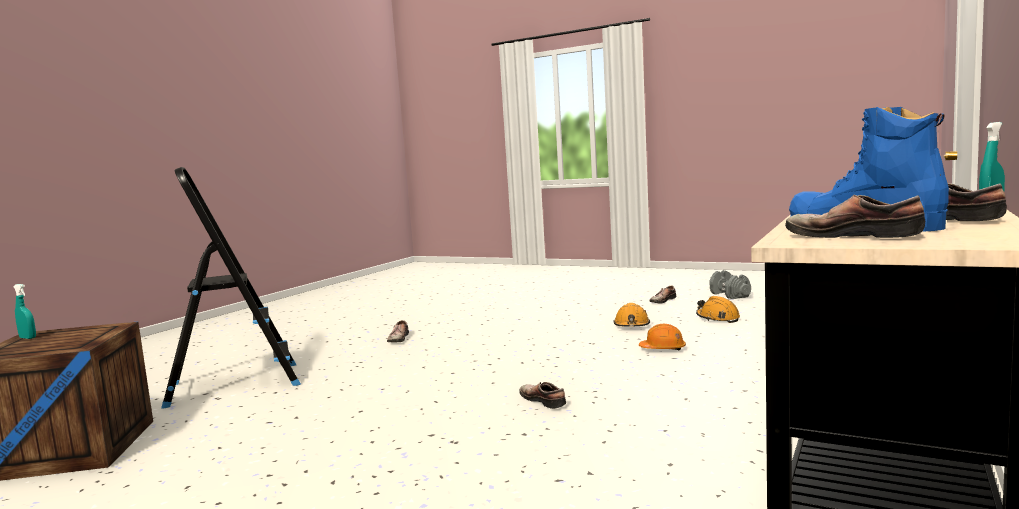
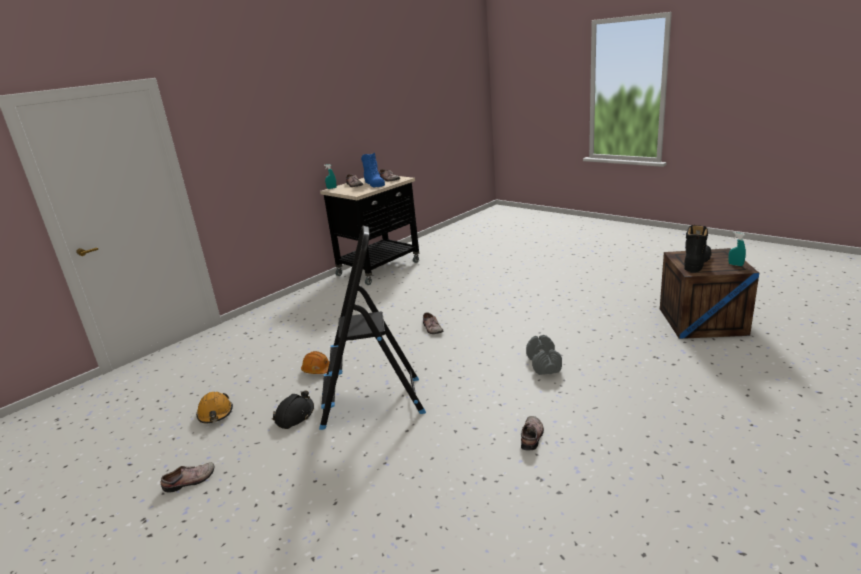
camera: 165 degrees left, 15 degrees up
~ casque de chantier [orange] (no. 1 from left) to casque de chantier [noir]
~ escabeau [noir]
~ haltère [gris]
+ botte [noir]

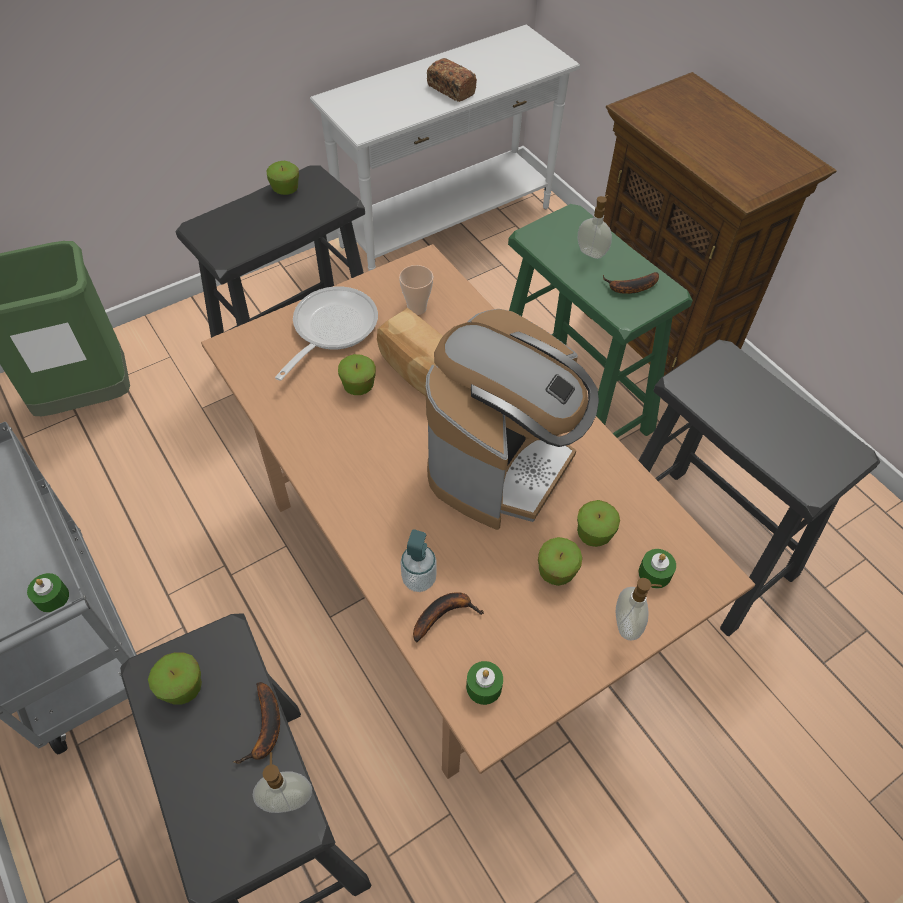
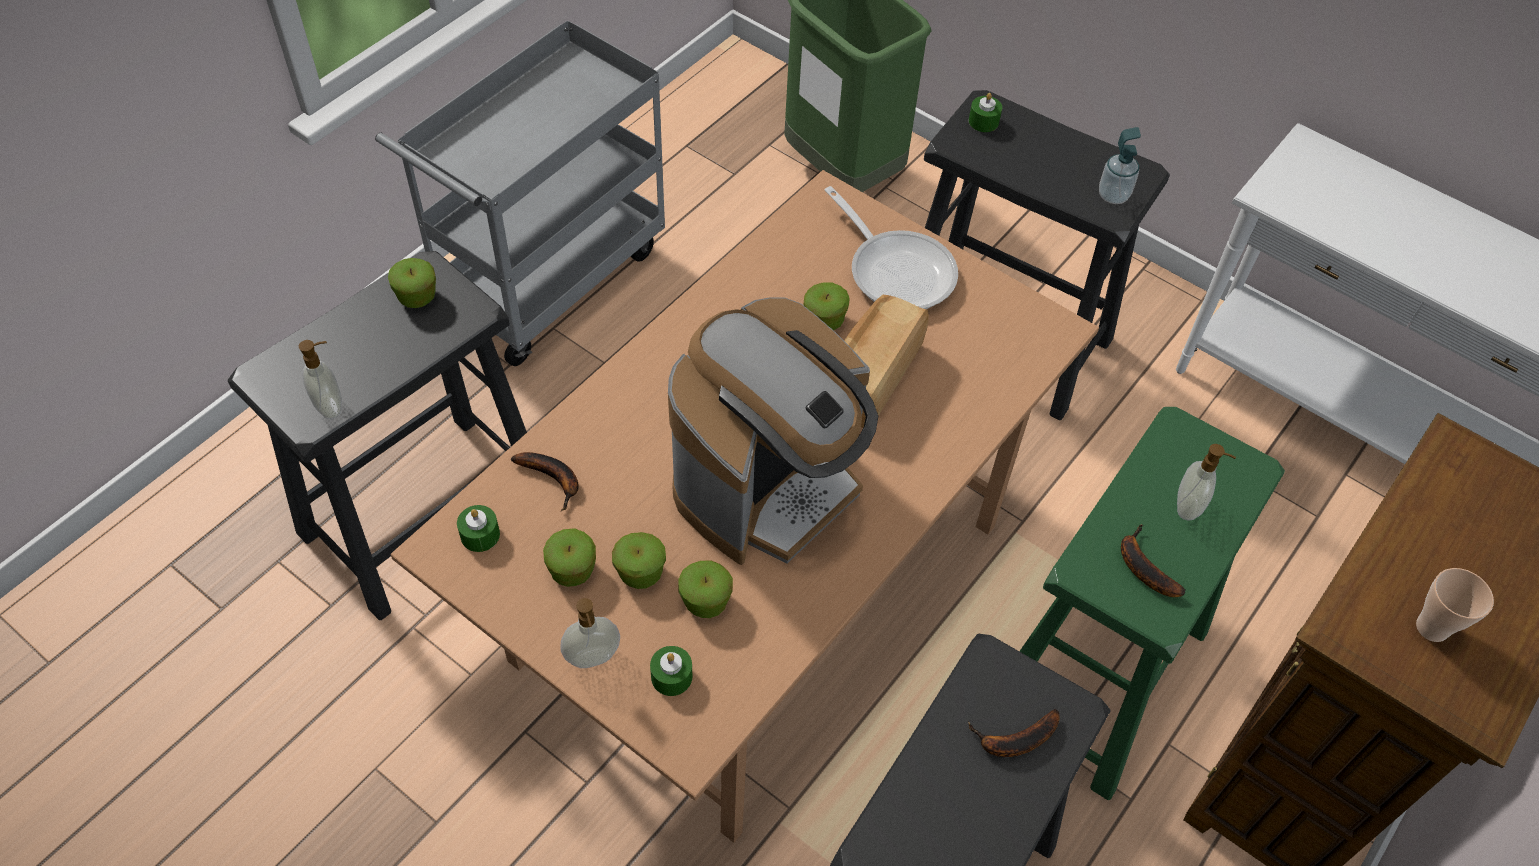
camera: 70 degrees right, 0 degrees up
~ pomme (no. 2 from left)
~ machine à café 60 degrees counterclockwise
~ poêle 45 degrees clockwise
~ banane (no. 1 from left in the first image) to banane (no. 2 from left)
~ bougie [vert] (no. 1 from left in the first image) to bougie [vert] (no. 3 from left)
~ distributeur de savon (no. 2 from left in the first image) to distributeur de savon (no. 3 from left)
~ tasse
- pain (no. 2 from left)

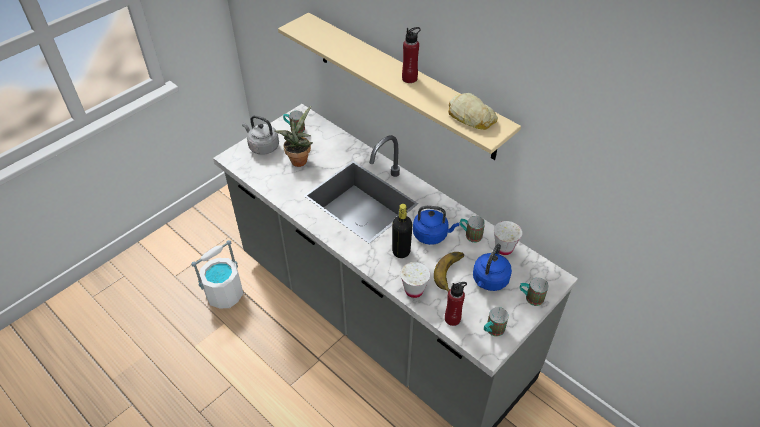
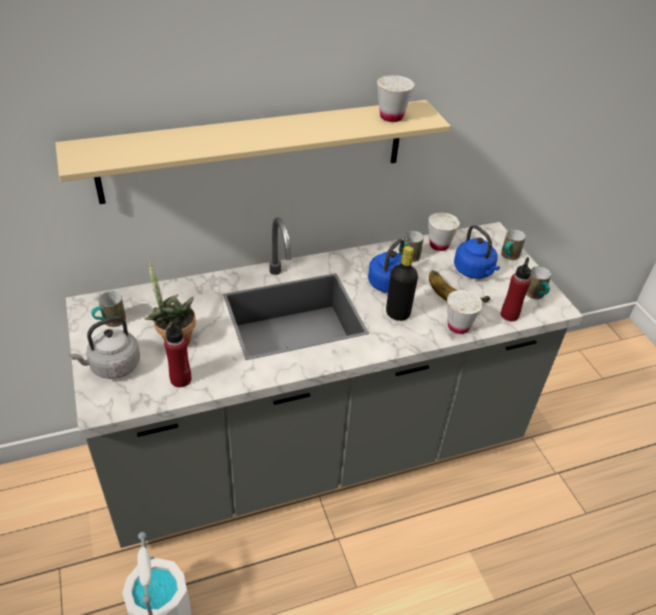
camera: 65 degrees left, 5 degrees down
~ bouteille [rouge] (no. 1 from left)
~ pain to tasse [blanc] (no. 1 from left)

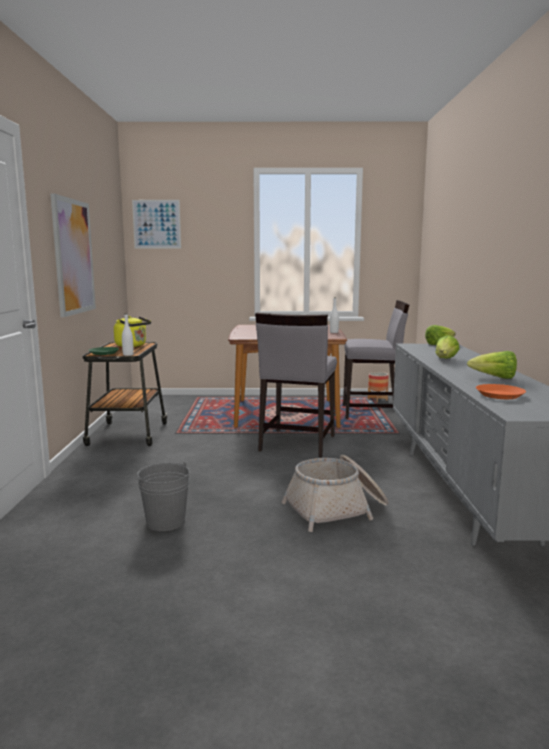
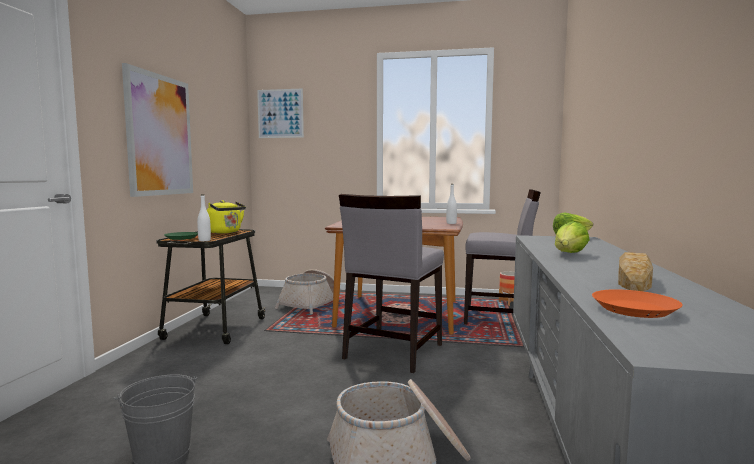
camera: 10 degrees right, 5 degrees down
+ panier (no. 1 from left)
~ laitue (no. 3 from left) to pain

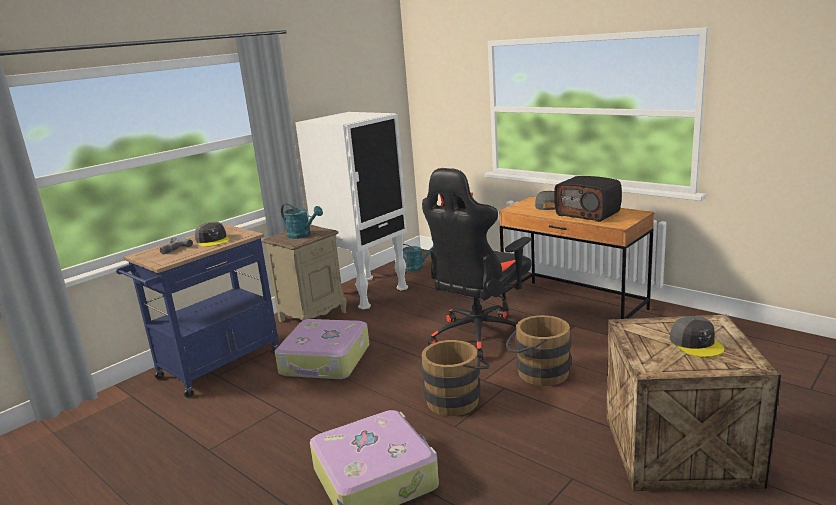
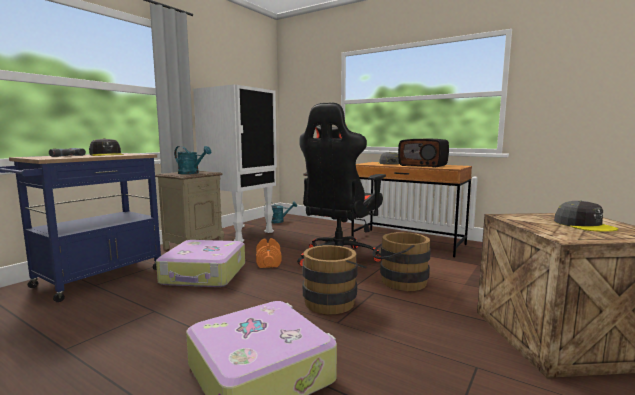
camera: 10 degrees left, 10 degrees down
+ haltère [orange]

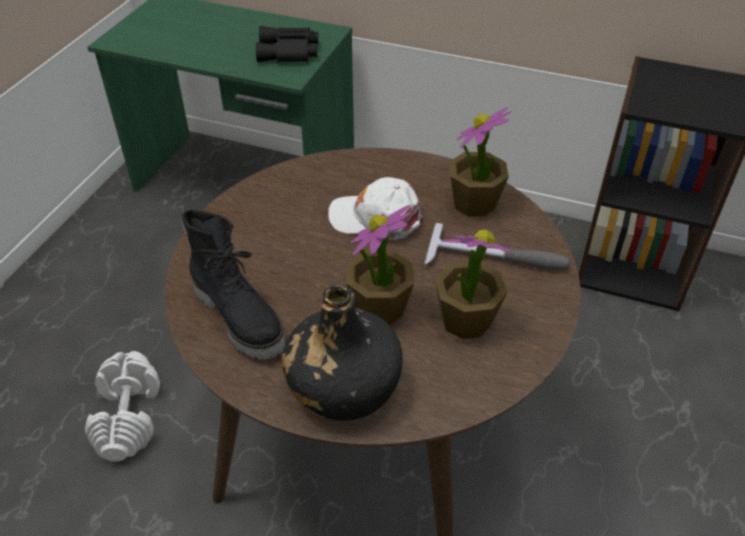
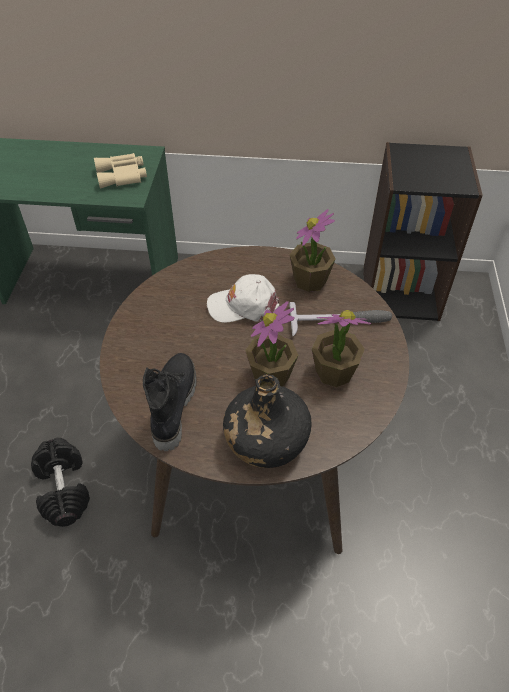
camera: 15 degrees left, 5 degrees up
~ haltère [blanc] to haltère [noir]
~ jumelles [noir] to jumelles [beige]
~ botte [noir] 120 degrees counterclockwise

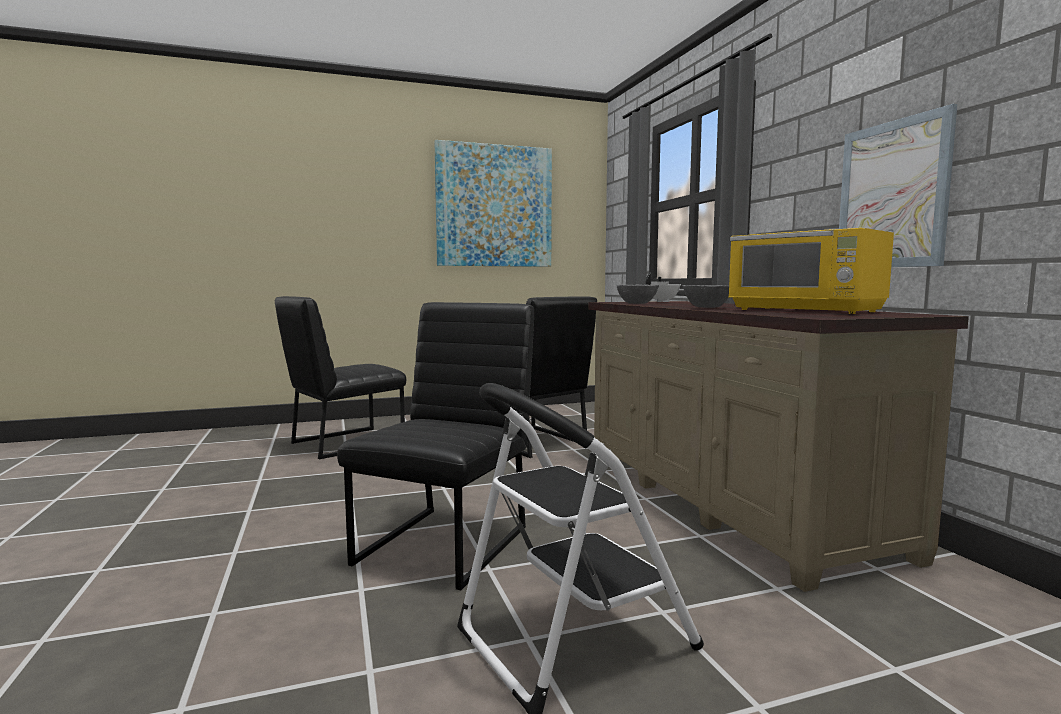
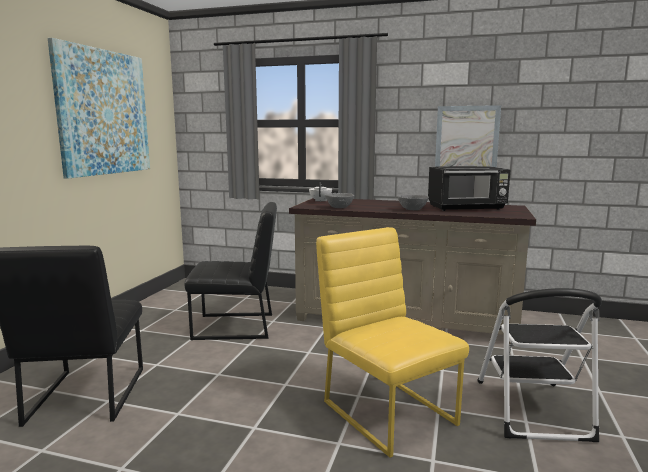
camera: 55 degrees left, 5 degrees up
~ chaise [noir] (no. 2 from left) to chaise [jaune]
~ micro-ondes [jaune] to micro-ondes [noir]

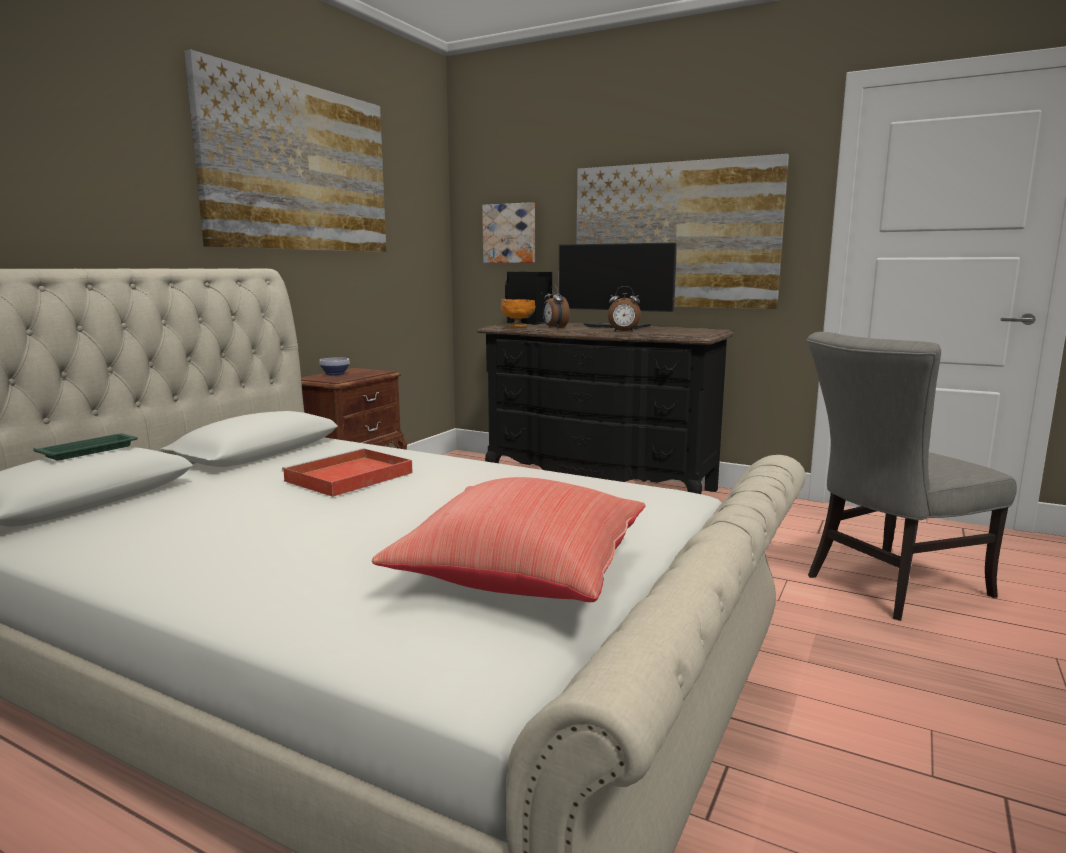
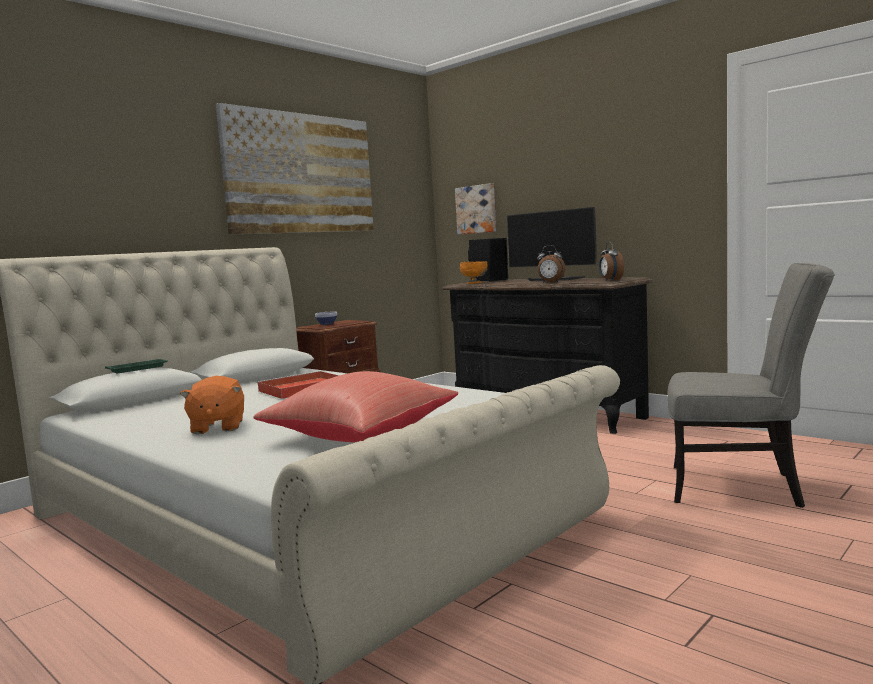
camera: 15 degrees right, 5 degrees down
+ peluche [orange]
~ réveil (no. 1 from left in the first image) to réveil (no. 2 from left)
~ chaise [gris] 150 degrees counterclockwise
- tableau (no. 3 from left)

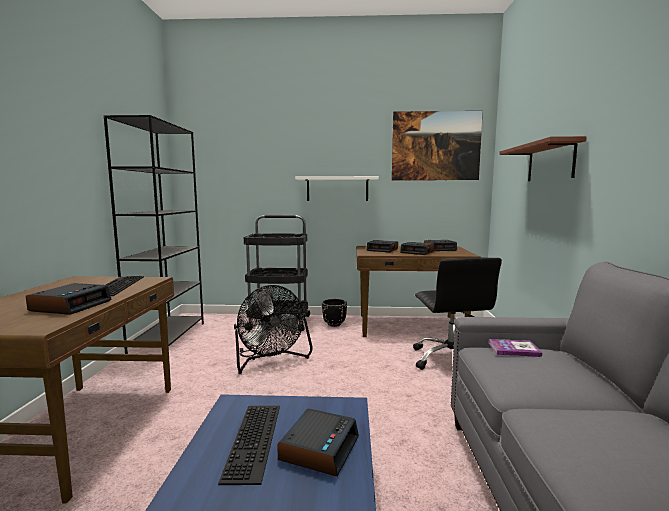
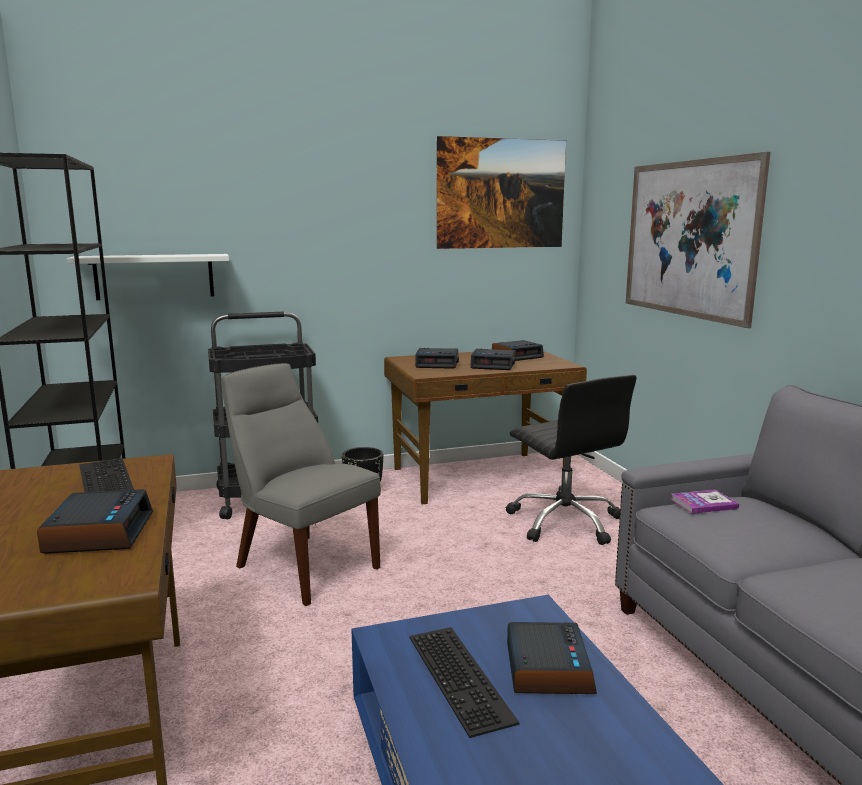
camera: 20 degrees left, 5 degrees up
~ étagère [blanc]
~ ventilateur [noir] to chaise [gris]
~ étagère [marron] to tableau (no. 2 from left)

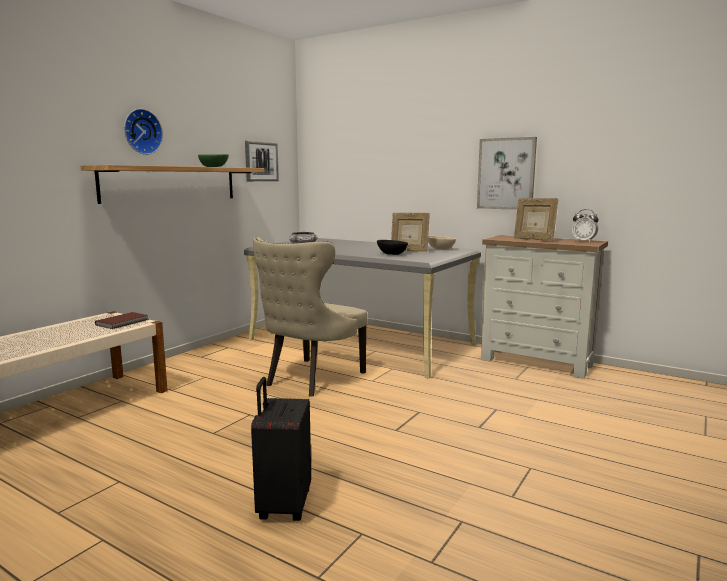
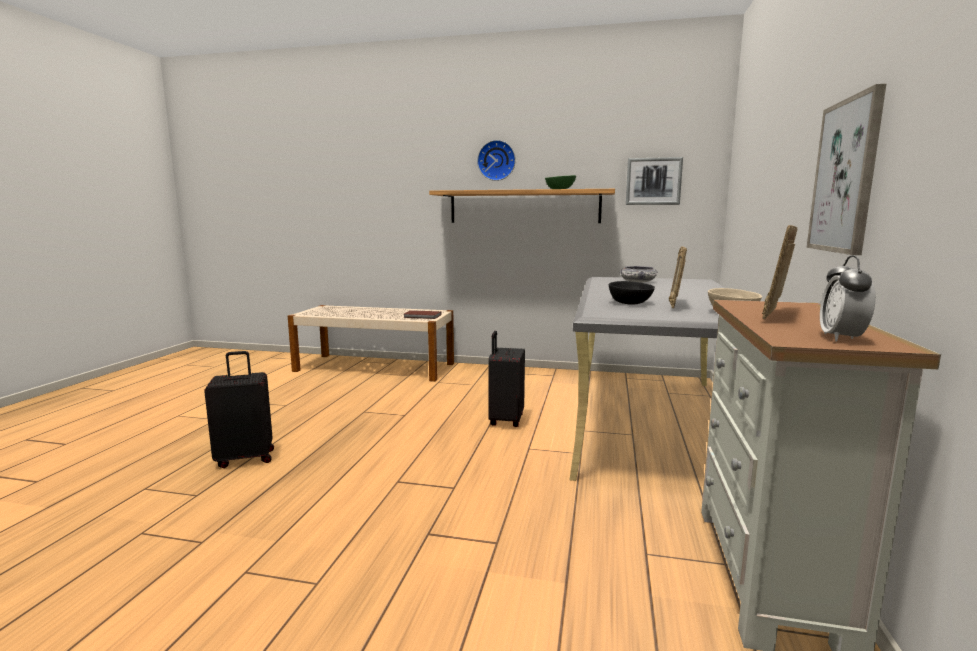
camera: 70 degrees right, 0 degrees up
~ chaise [beige] to valise [noir] (no. 2 from left)

